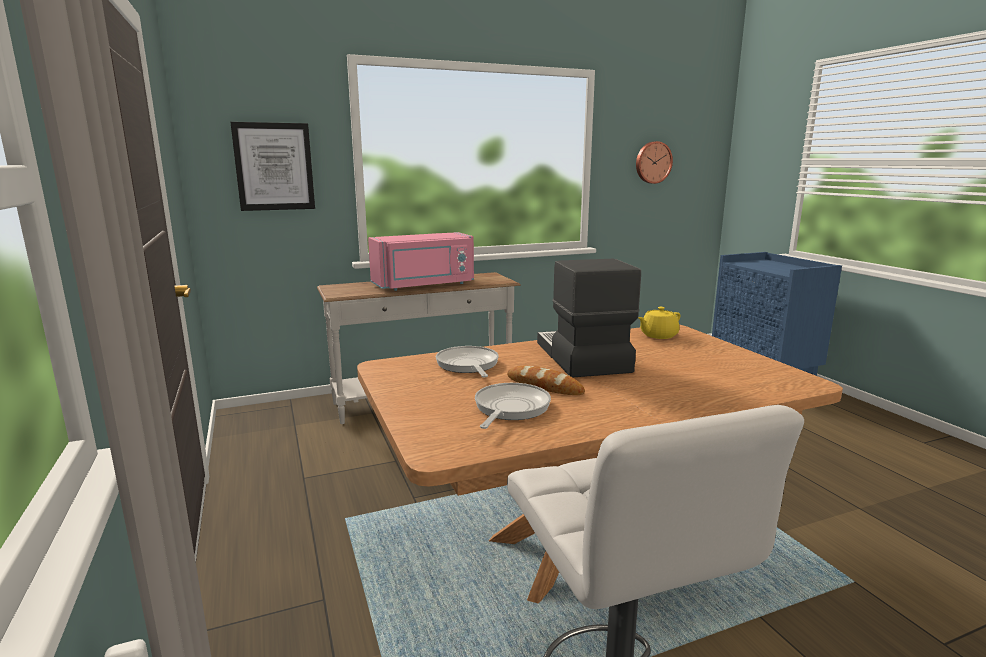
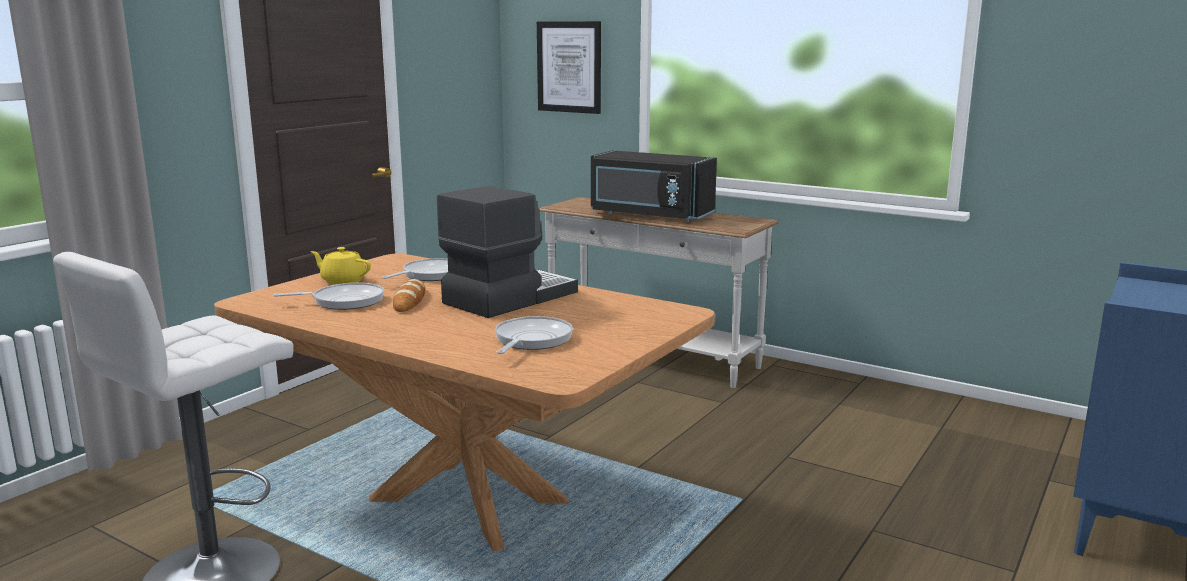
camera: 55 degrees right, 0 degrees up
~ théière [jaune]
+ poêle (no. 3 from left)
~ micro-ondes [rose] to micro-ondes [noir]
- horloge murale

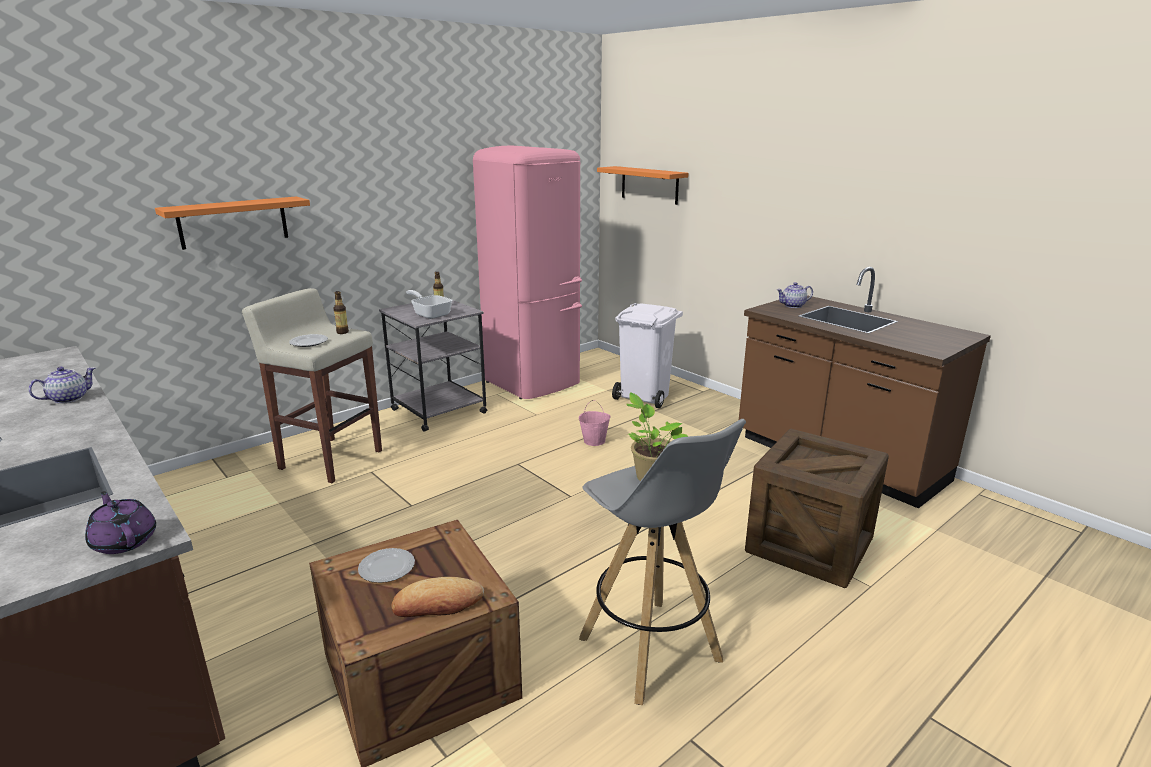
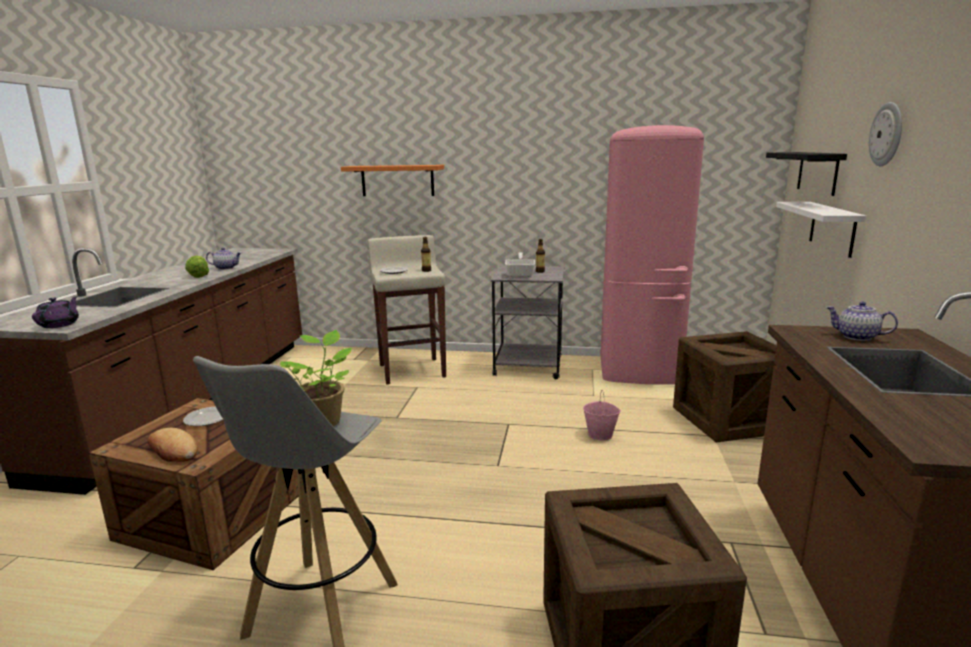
camera: 50 degrees right, 5 degrees down
+ laitue
~ poubelle [blanc] to caisse (no. 3 from left)
~ étagère [orange] (no. 2 from left) to étagère [noir]
+ étagère [blanc]
+ horloge murale

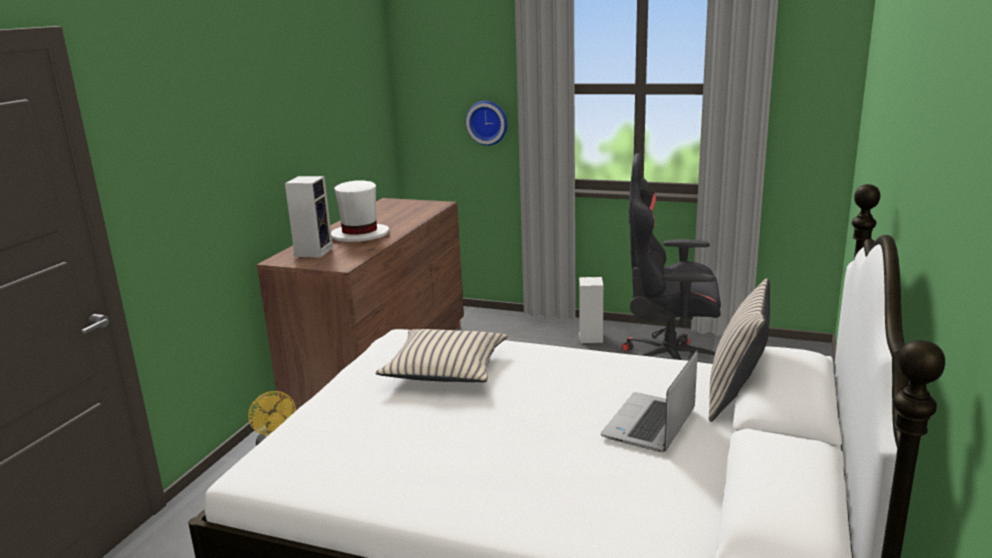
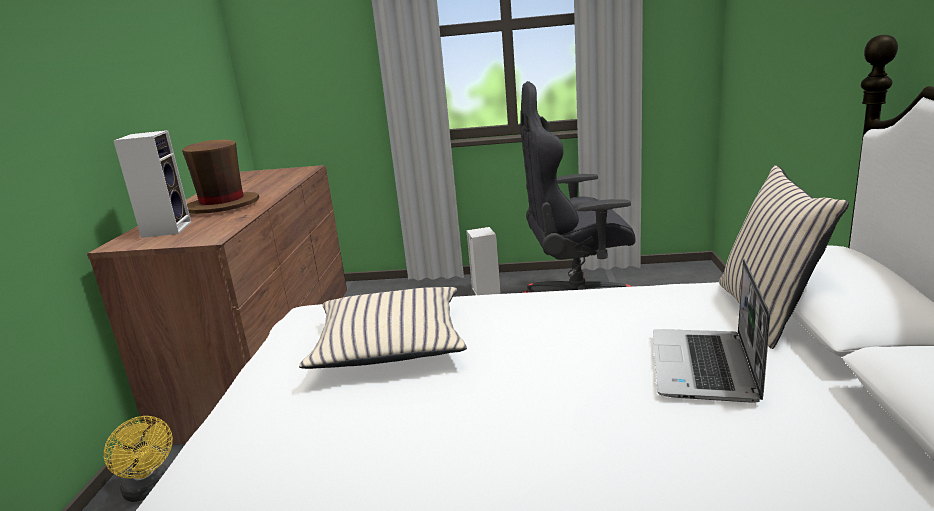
camera: 15 degrees left, 0 degrees up
~ chapeau [blanc] to chapeau [marron]
- horloge murale

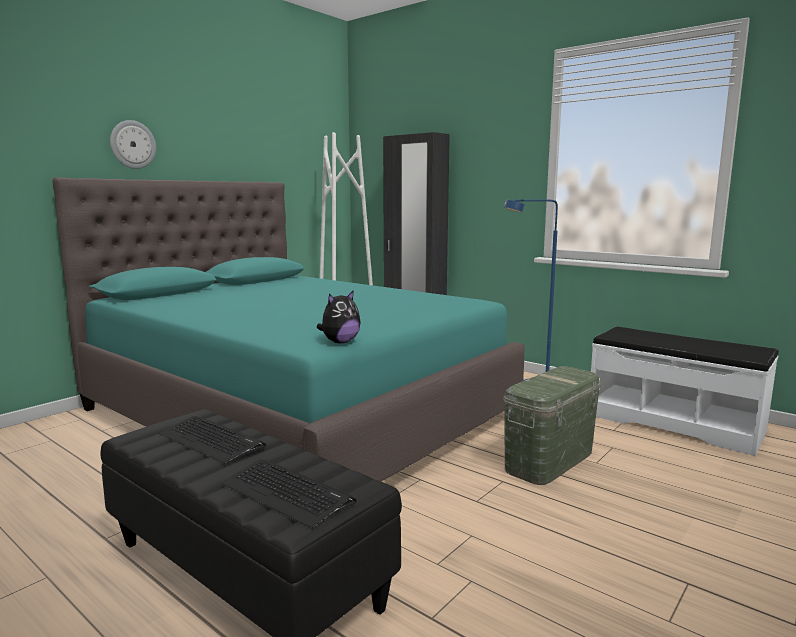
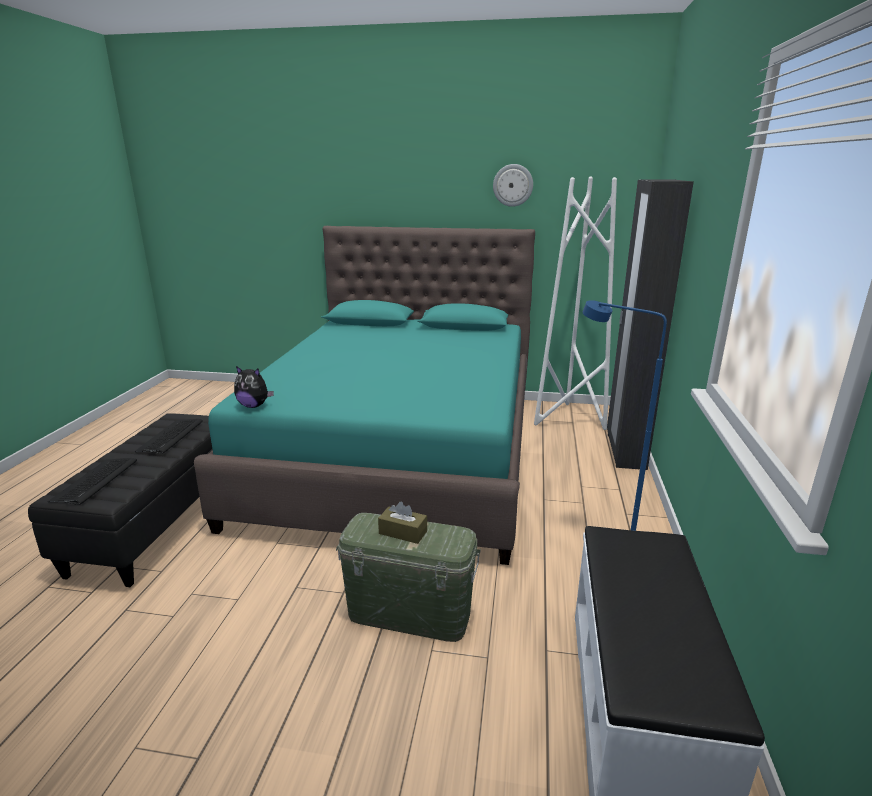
camera: 60 degrees right, 10 degrees up
+ boîte à mouchoirs [marron]
~ horloge murale

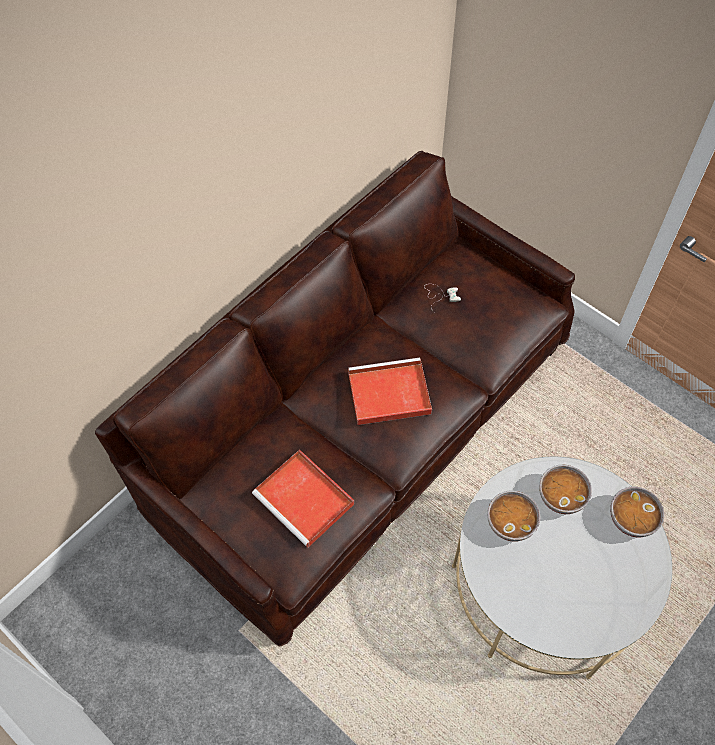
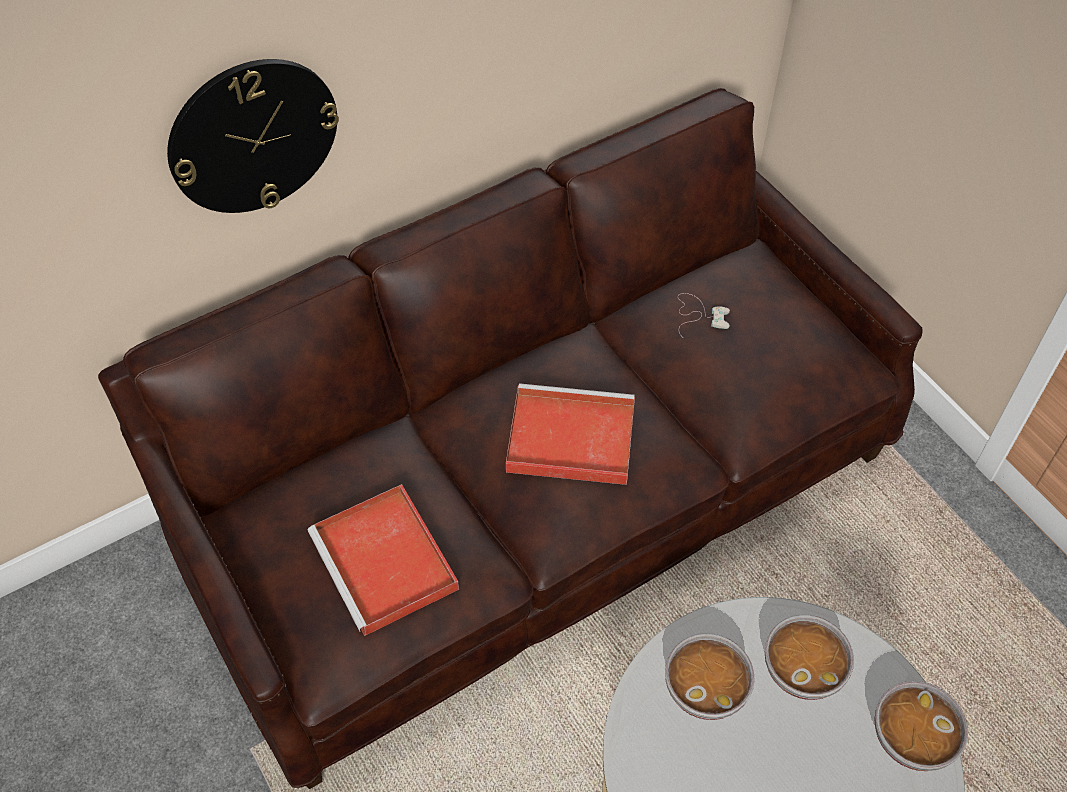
camera: 15 degrees right, 5 degrees down
+ horloge murale

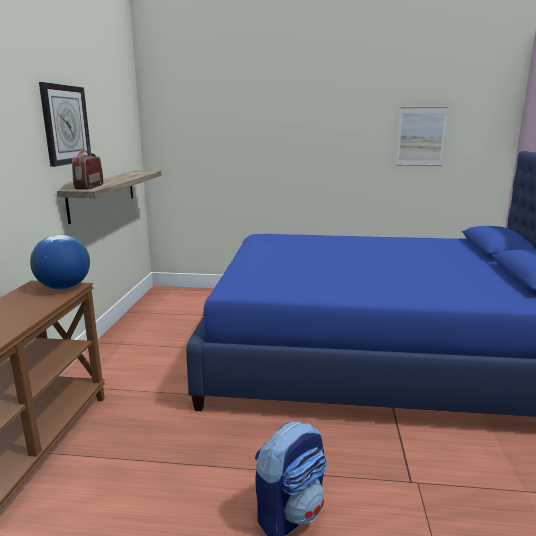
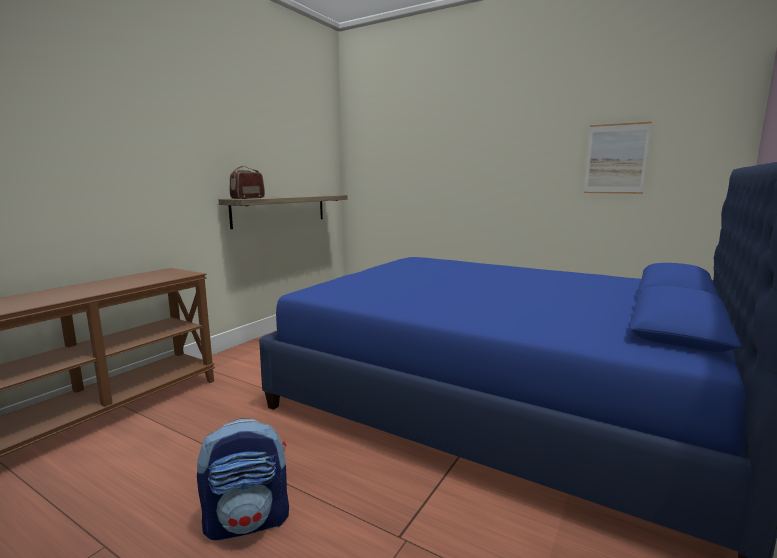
camera: 25 degrees right, 5 degrees down
- globe
- horloge murale

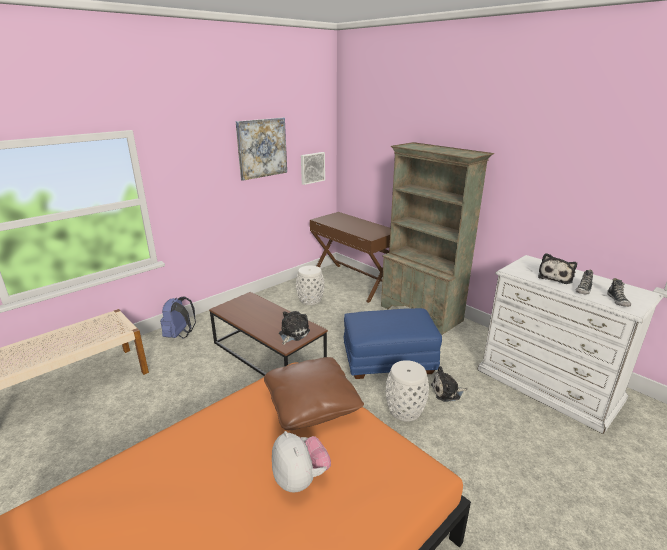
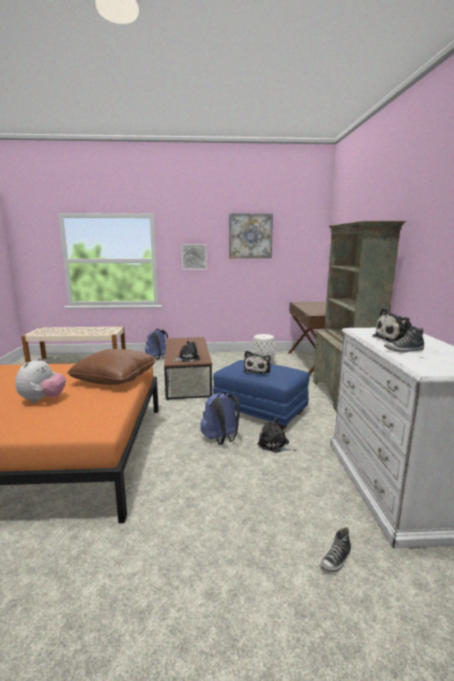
camera: 40 degrees right, 10 degrees down
~ tableau (no. 2 from left in the first image) to tableau (no. 1 from left)
~ tabouret [blanc] (no. 2 from left) to sac à dos [bleu] (no. 2 from left)
+ peluche (no. 3 from left)
~ chaussure (no. 2 from left in the first image) to chaussure (no. 1 from left)

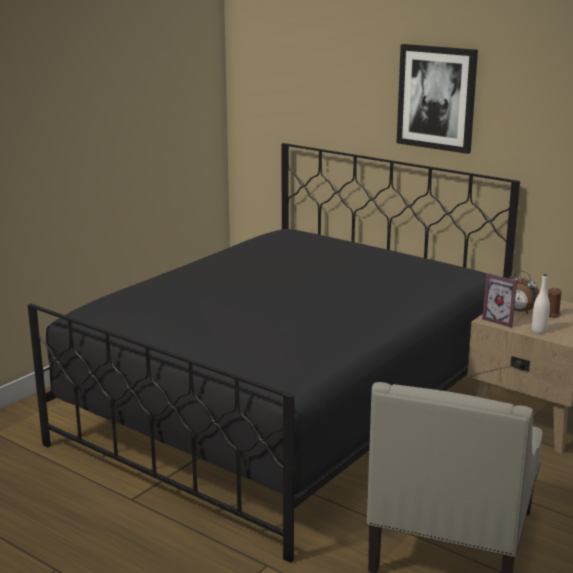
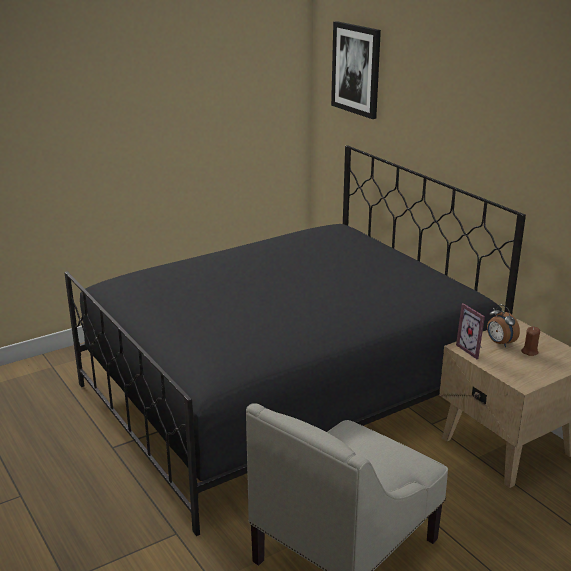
camera: 20 degrees right, 5 degrees up
~ tableau
- bouteille [blanc]

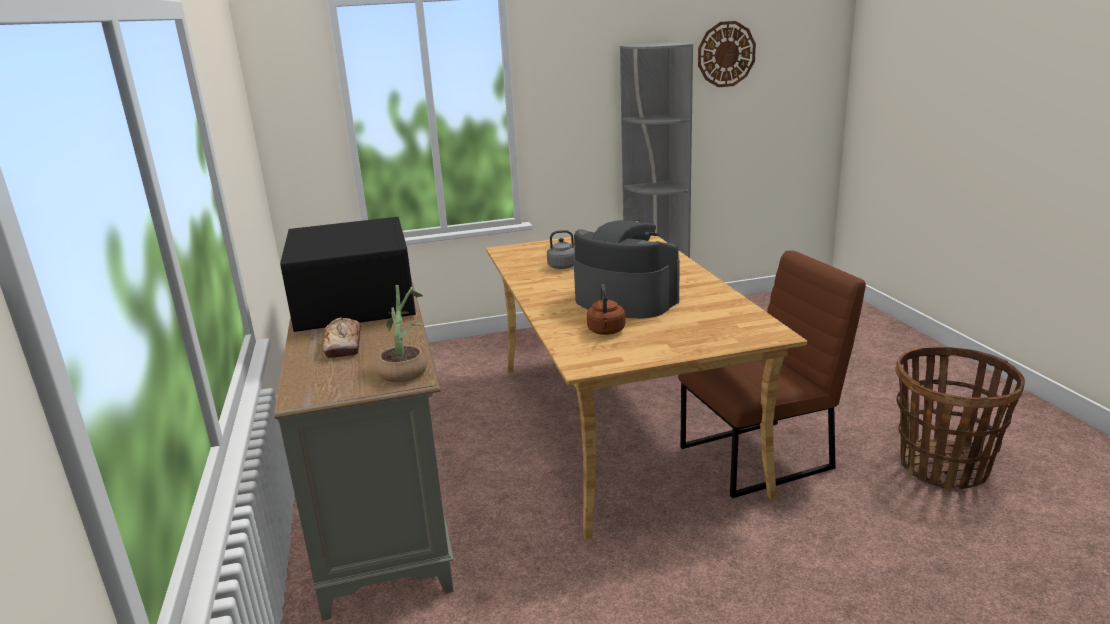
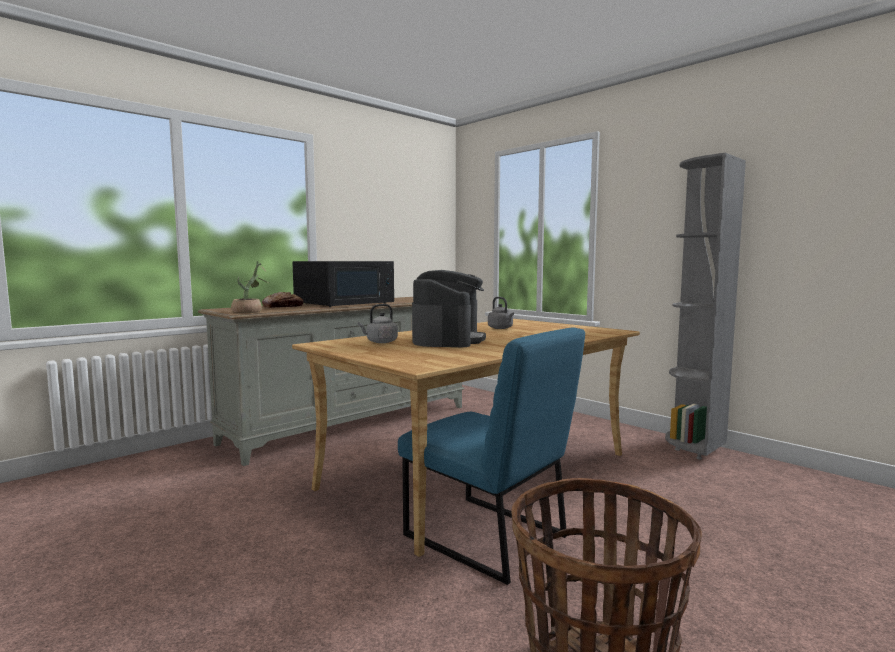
camera: 60 degrees right, 15 degrees down
~ bouilloire [marron] to bouilloire [gris] (no. 1 from left)
~ chaise [marron] to chaise [bleu]
- horloge murale

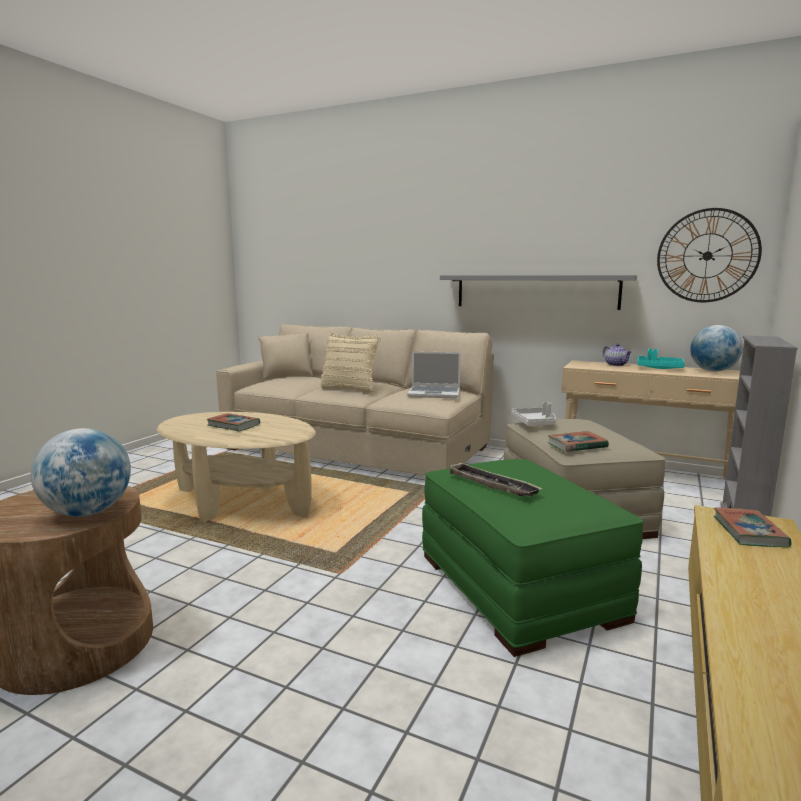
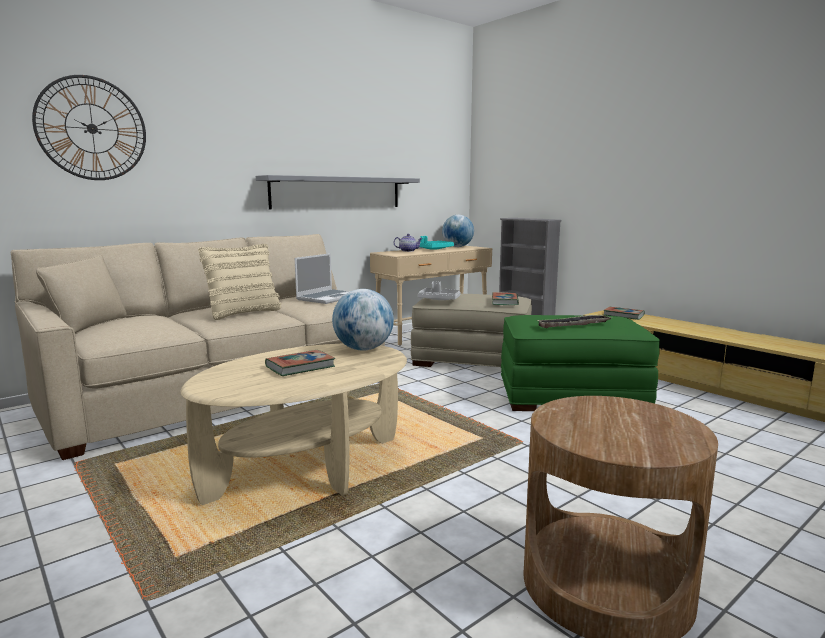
camera: 65 degrees left, 0 degrees up
~ horloge murale
~ globe (no. 1 from left)

